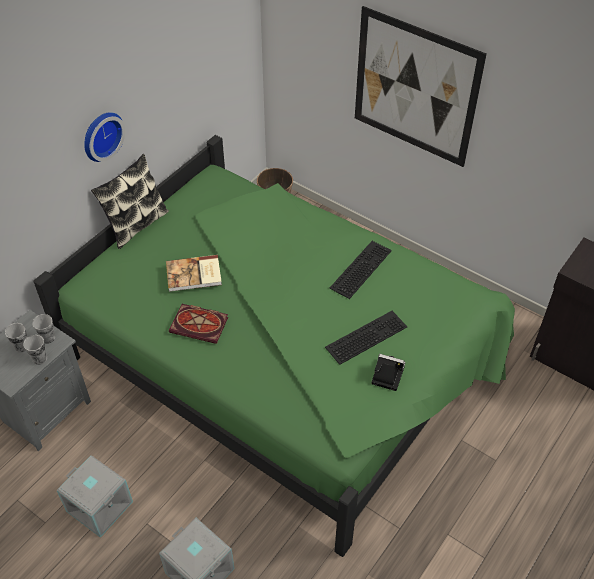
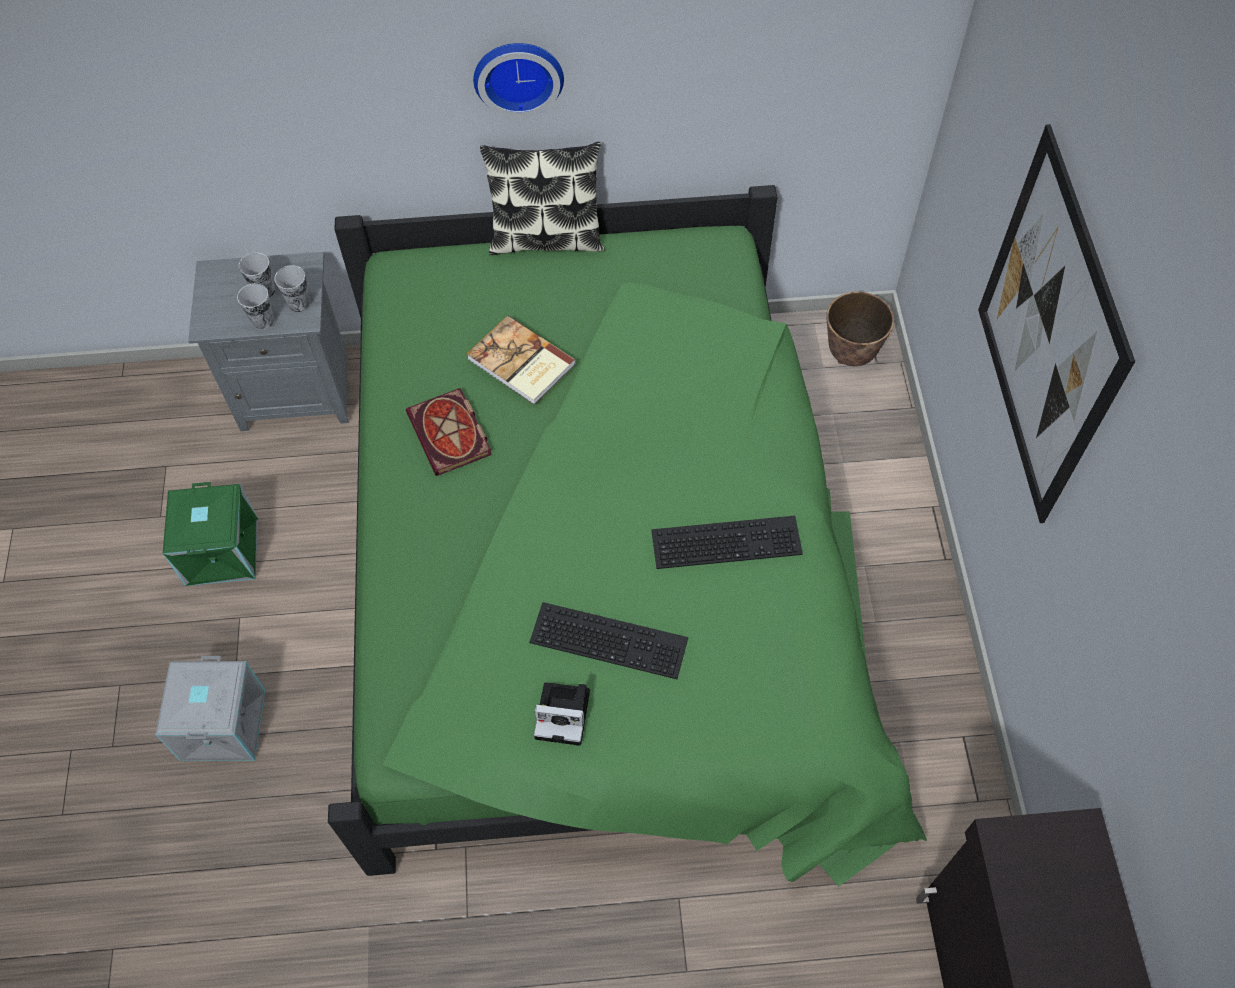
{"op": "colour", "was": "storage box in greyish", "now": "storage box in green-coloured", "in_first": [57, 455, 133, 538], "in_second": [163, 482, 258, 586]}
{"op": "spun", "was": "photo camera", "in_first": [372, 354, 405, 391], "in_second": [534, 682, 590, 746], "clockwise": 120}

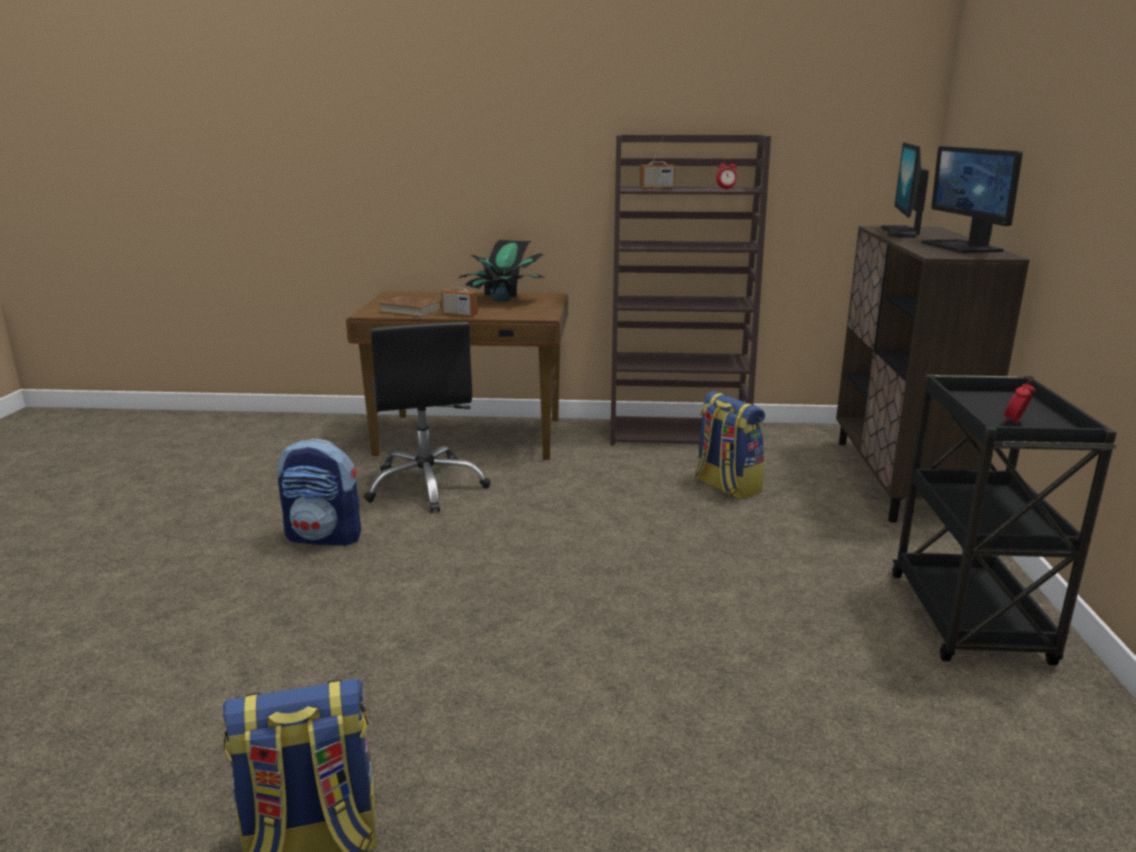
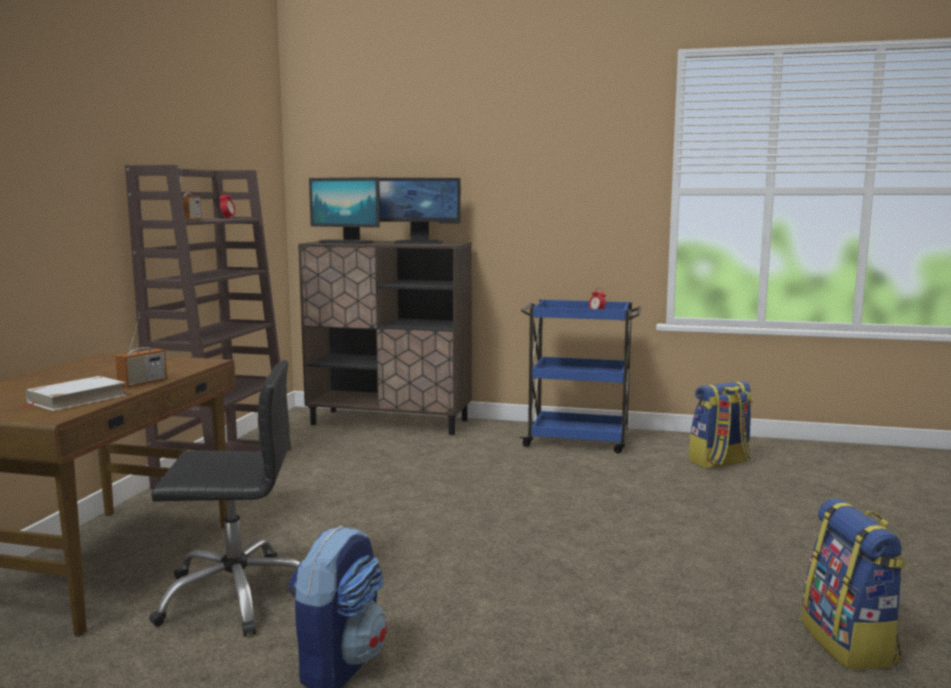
{"op": "colour", "was": "bound book in brownish", "now": "bound book in white-coloured", "in_first": [379, 296, 441, 317], "in_second": [19, 376, 126, 411]}
{"op": "colour", "was": "cart in black", "now": "cart in blue-coloured", "in_first": [892, 374, 1117, 665], "in_second": [519, 299, 641, 454]}
{"op": "relocated", "was": "backpack", "in_first": [695, 391, 765, 500], "in_second": [689, 381, 753, 469]}
{"op": "missing", "was": "houseplant", "in_first": [459, 240, 544, 302]}

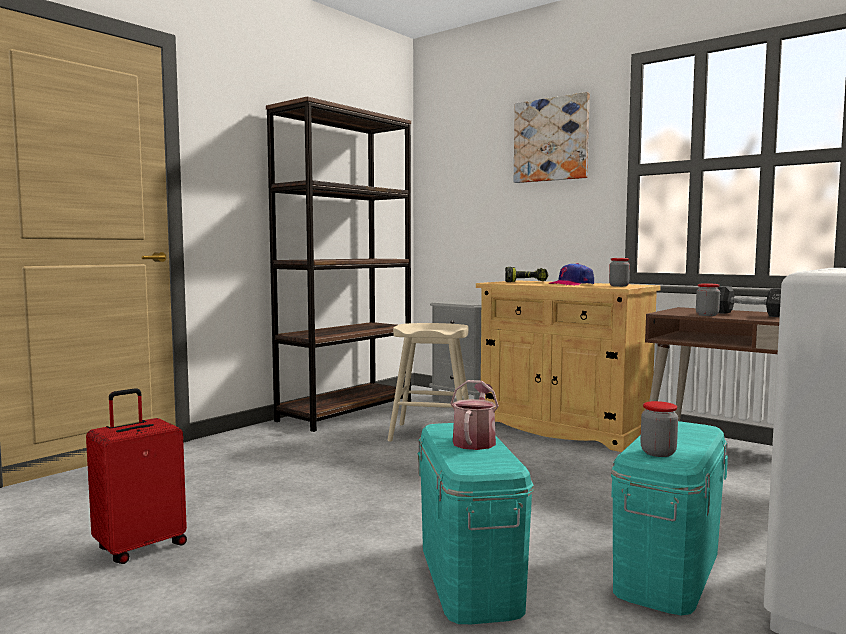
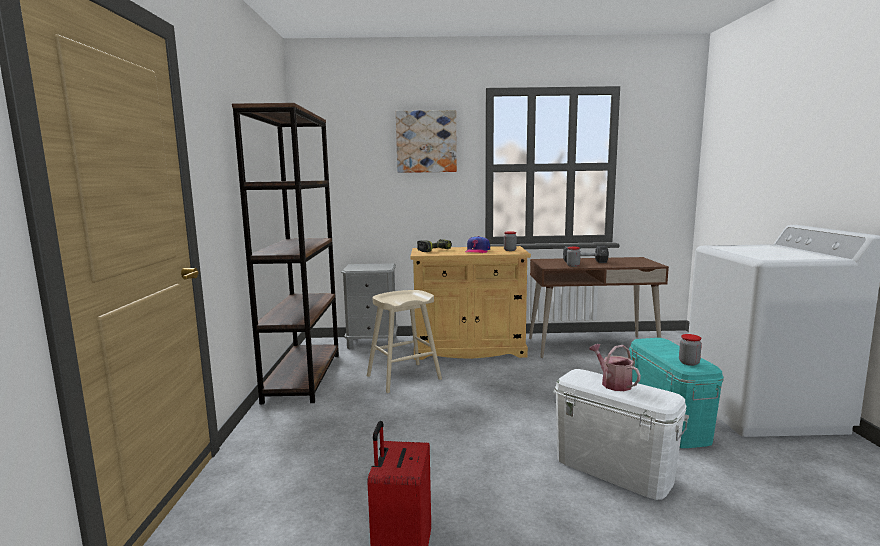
{"op": "colour", "was": "storage box in turquoise", "now": "storage box in white-coloured", "in_first": [417, 423, 534, 624], "in_second": [553, 369, 689, 500]}

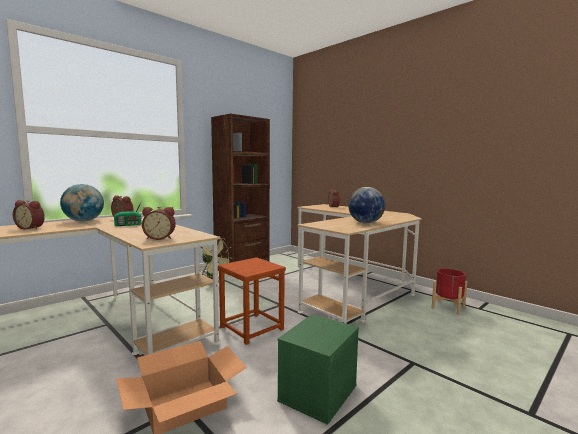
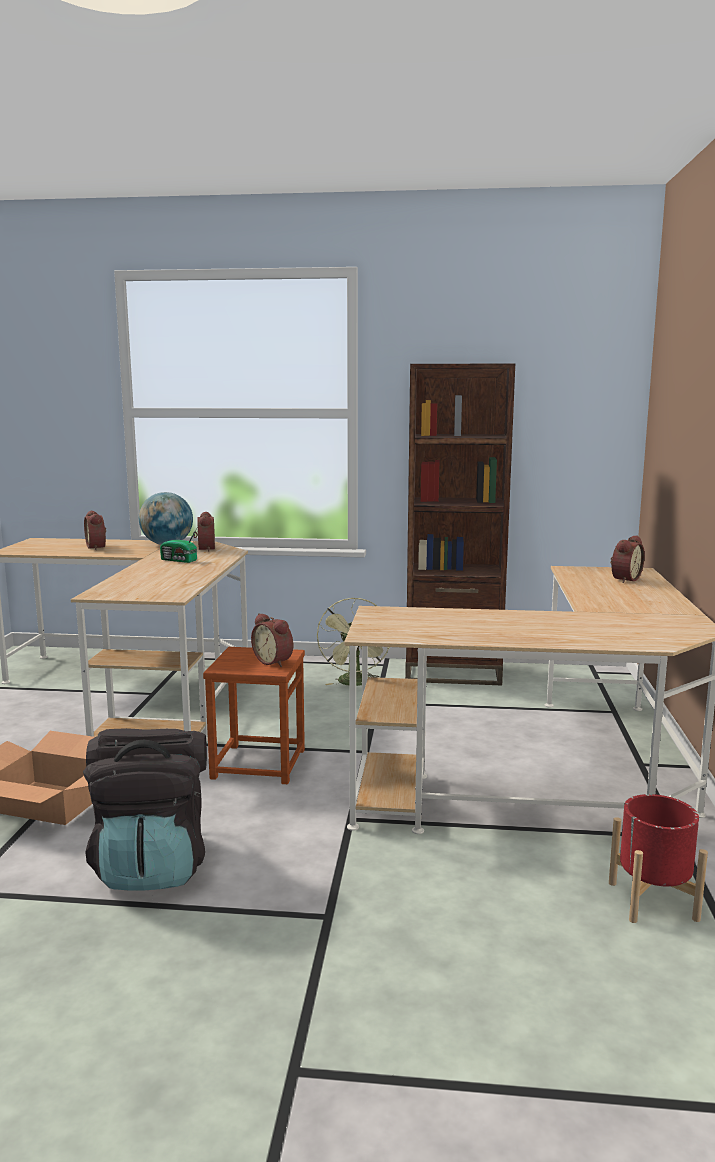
{"op": "exchanged", "was": "storage box in green-coloured", "now": "backpack in black", "in_first": [277, 314, 359, 425], "in_second": [83, 728, 207, 891]}
{"op": "relocated", "was": "table clock", "in_first": [142, 207, 176, 240], "in_second": [251, 613, 293, 667]}
{"op": "missing", "was": "world globe", "in_first": [348, 187, 385, 223]}

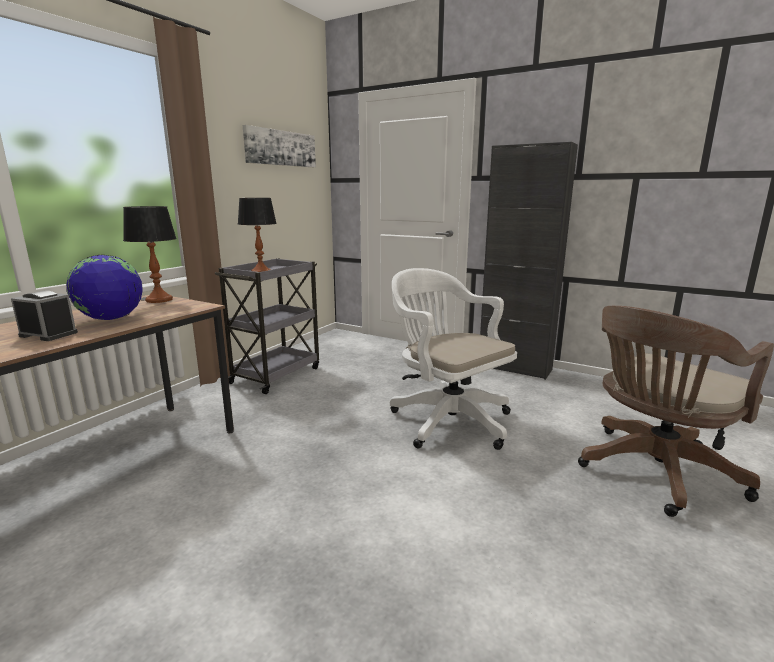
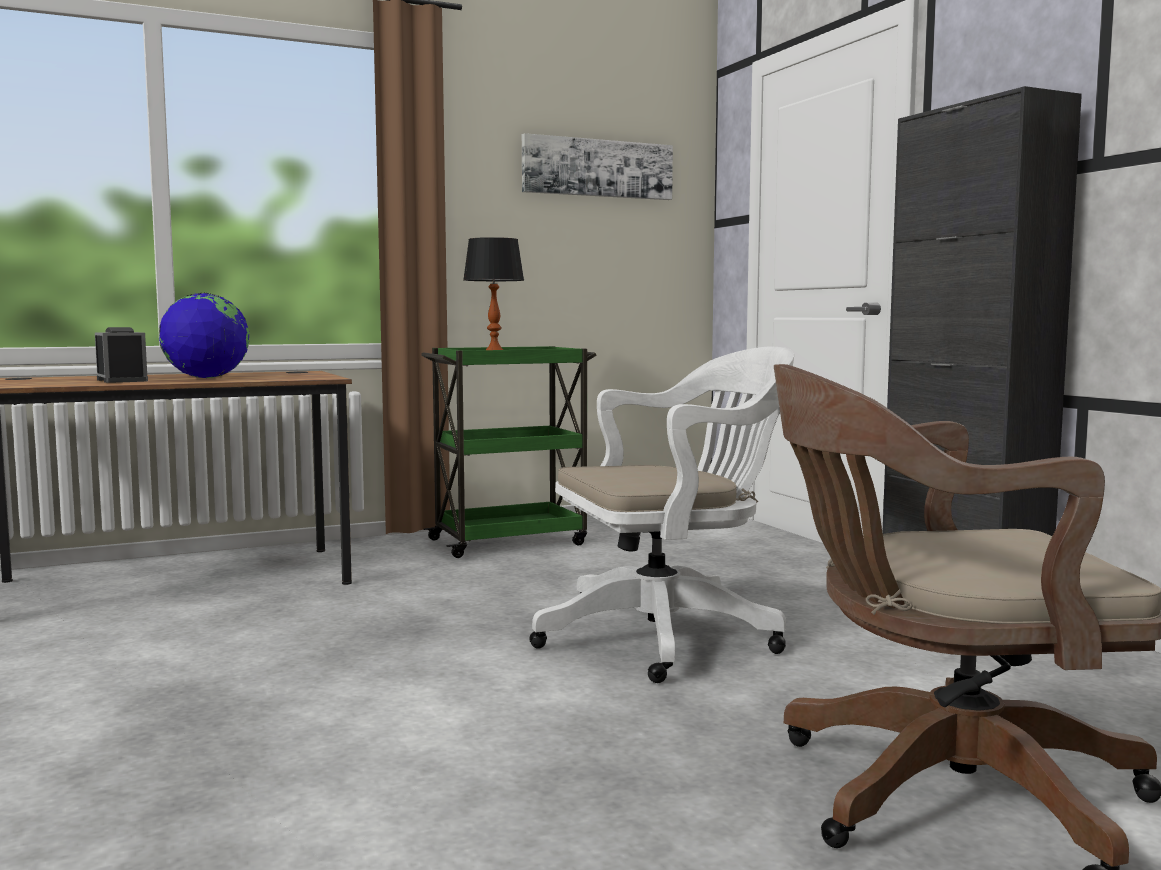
{"op": "colour", "was": "cart in greyish", "now": "cart in green-coloured", "in_first": [215, 258, 319, 394], "in_second": [421, 346, 597, 558]}
{"op": "spun", "was": "office chair in white-coloured", "in_first": [390, 268, 517, 450], "in_second": [529, 347, 794, 683], "clockwise": 75}
{"op": "missing", "was": "lamp for a table", "in_first": [123, 206, 177, 303]}

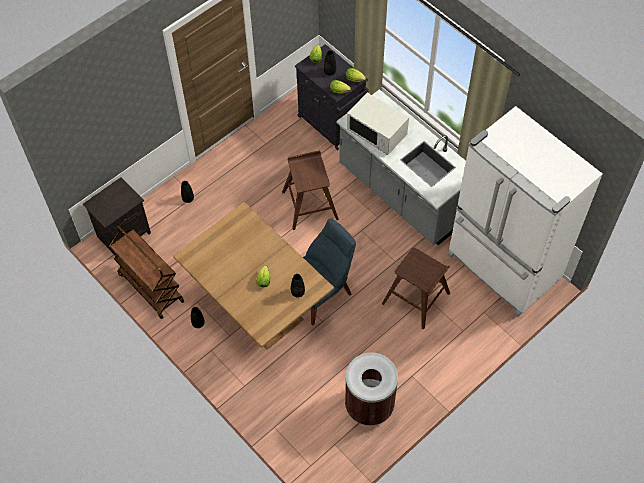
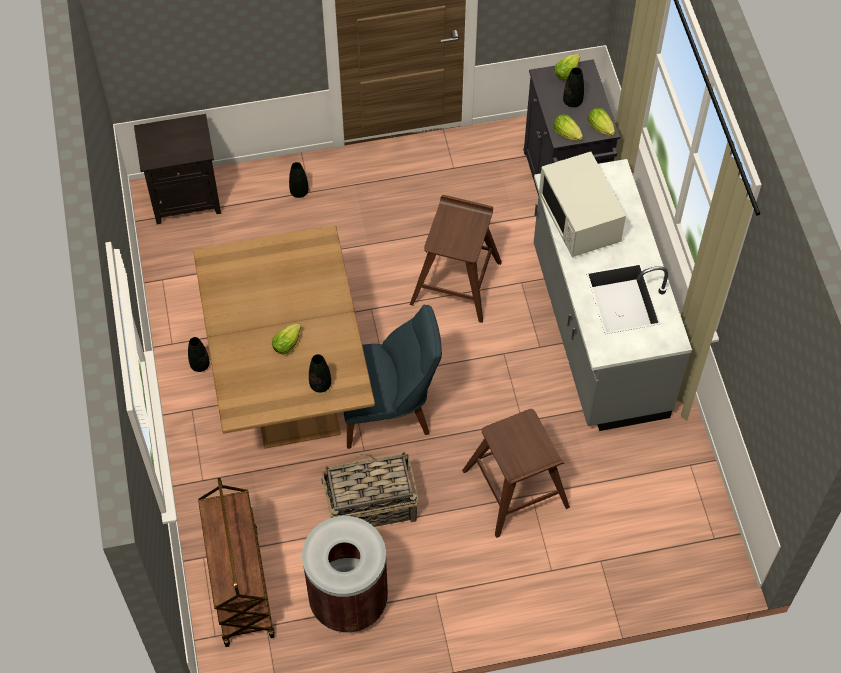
{"op": "relocated", "was": "cart in brownish", "in_first": [109, 225, 184, 319], "in_second": [198, 478, 275, 647]}
{"op": "appeared", "now": "basket", "in_second": [322, 452, 418, 527]}
{"op": "missing", "was": "kitchen fridge in white-coloured", "in_first": [448, 106, 603, 317]}

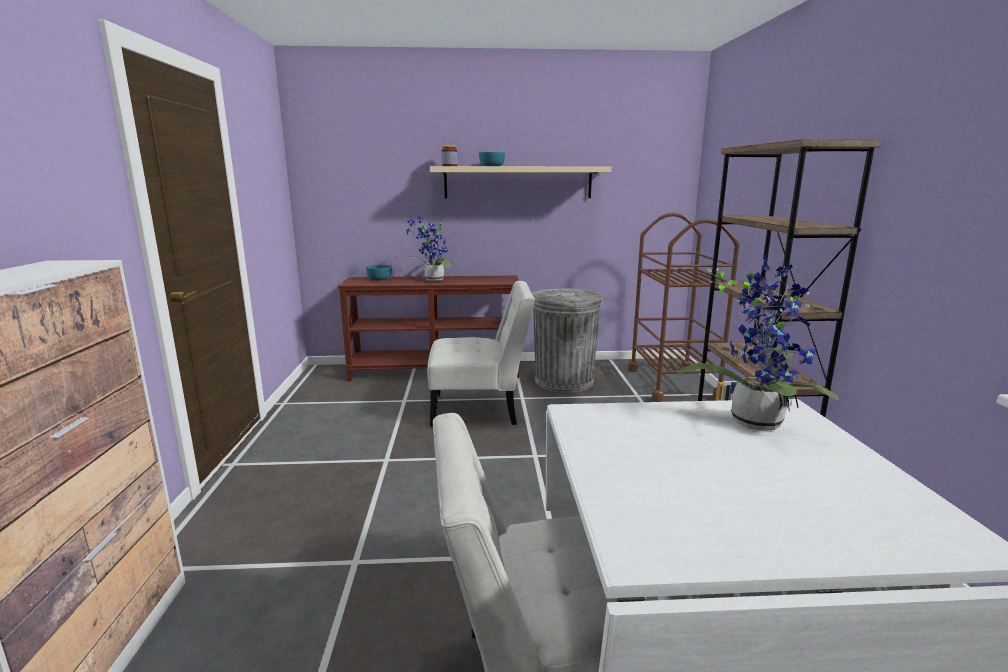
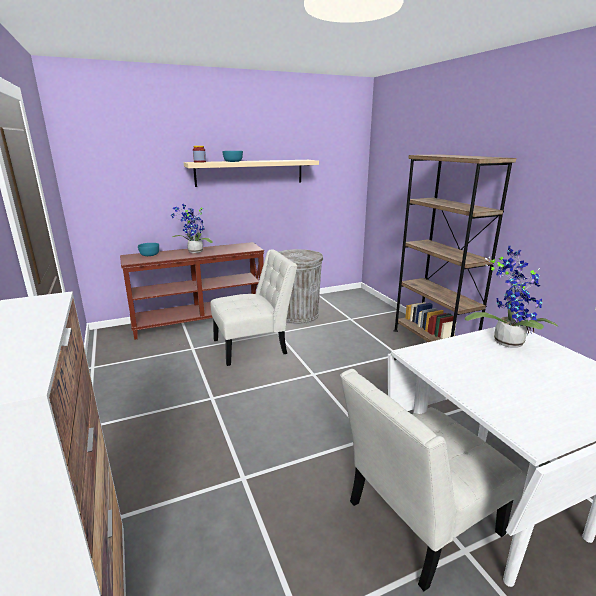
{"op": "missing", "was": "cart in brownish", "in_first": [628, 213, 740, 402]}

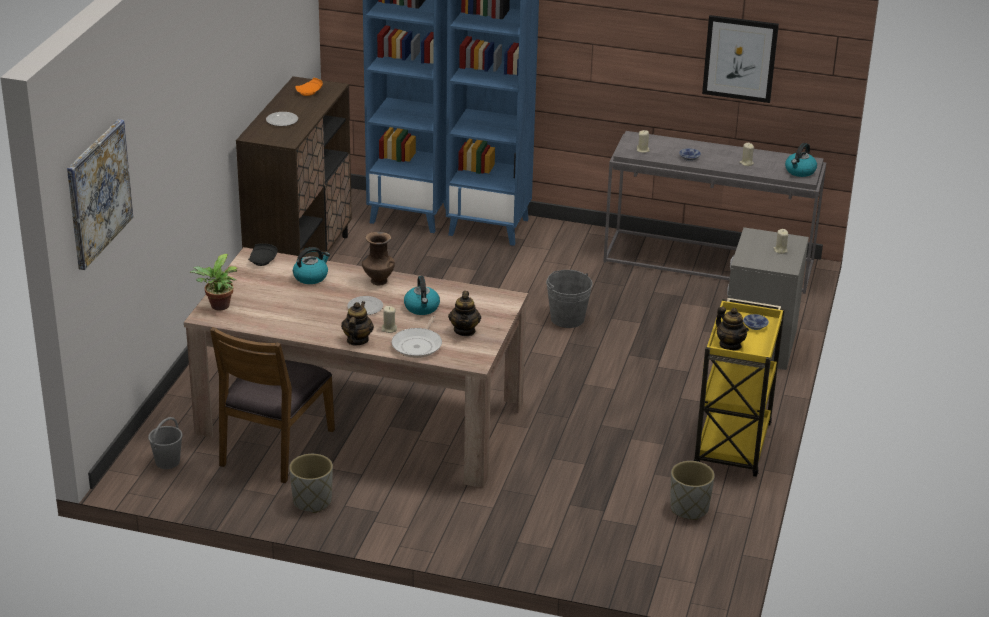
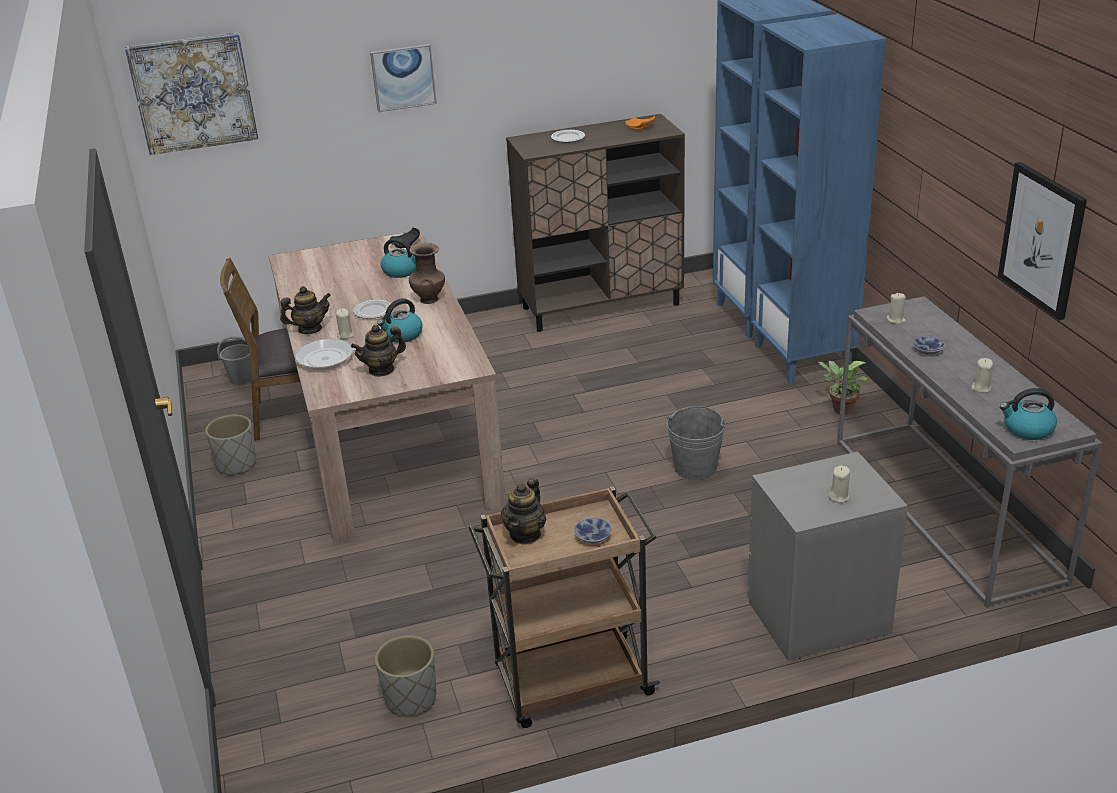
{"op": "appeared", "now": "picture", "in_second": [370, 44, 437, 112]}
{"op": "colour", "was": "cart in yellow", "now": "cart in brownish", "in_first": [694, 298, 785, 477], "in_second": [469, 486, 660, 728]}
{"op": "relocated", "was": "houseplant", "in_first": [189, 254, 238, 311], "in_second": [817, 361, 869, 415]}

